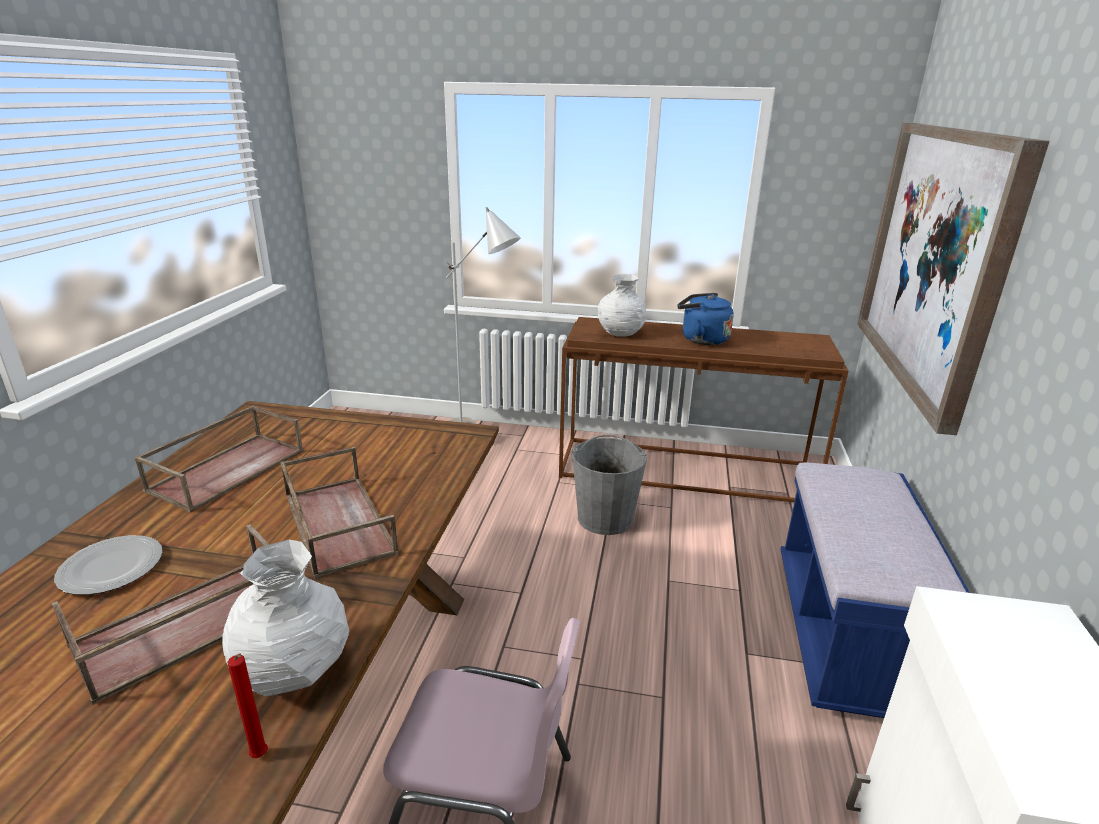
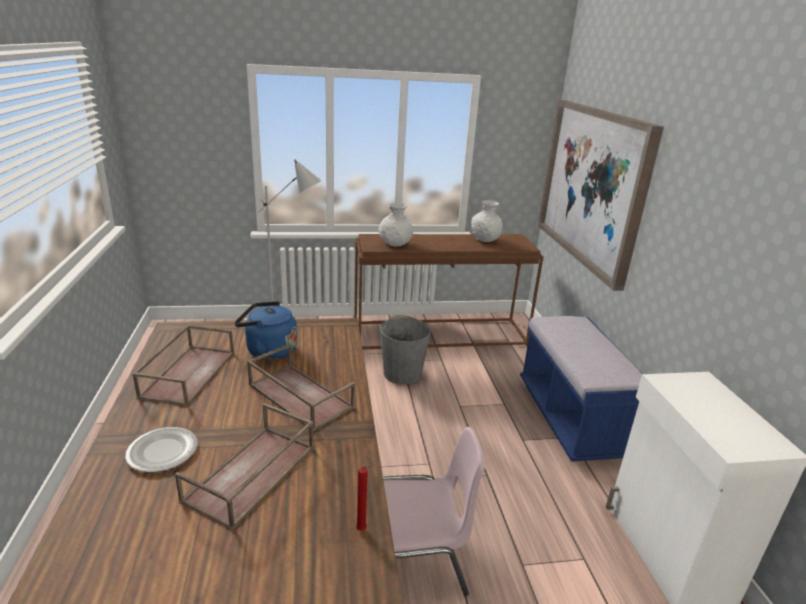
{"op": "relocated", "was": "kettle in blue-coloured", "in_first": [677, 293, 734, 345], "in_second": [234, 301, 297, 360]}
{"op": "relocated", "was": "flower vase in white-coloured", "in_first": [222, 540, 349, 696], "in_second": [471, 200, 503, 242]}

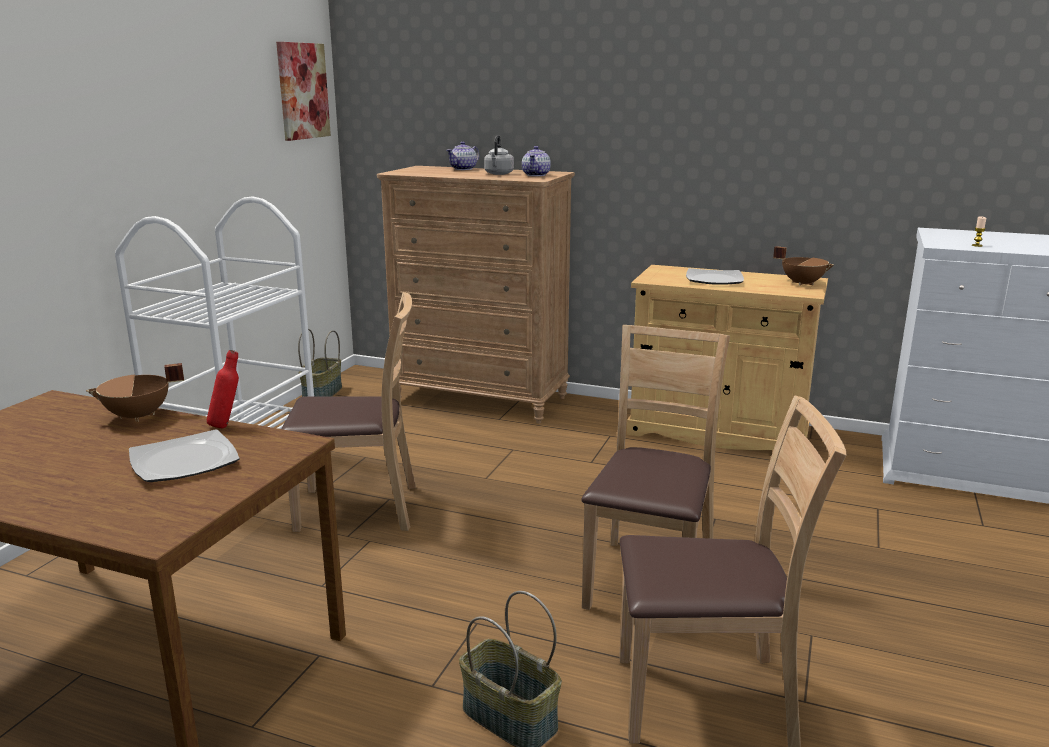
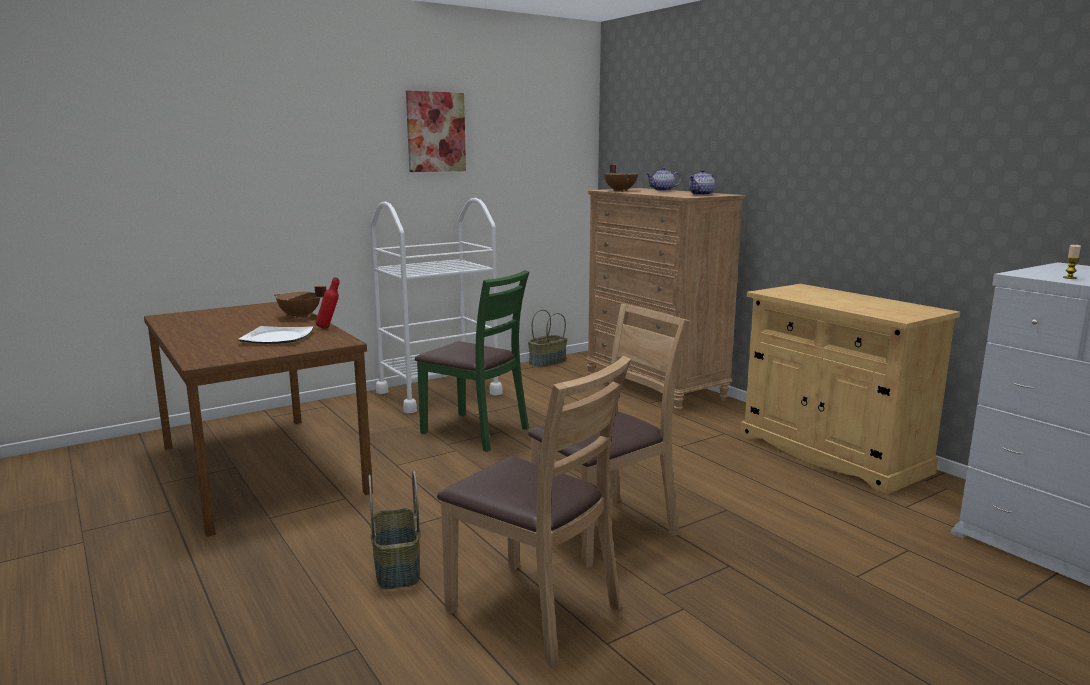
{"op": "relocated", "was": "picture", "in_first": [276, 42, 331, 141], "in_second": [406, 90, 466, 172]}
{"op": "colour", "was": "chair in brownish", "now": "chair in green-coloured", "in_first": [281, 292, 416, 532], "in_second": [415, 270, 529, 452]}
{"op": "relocated", "was": "stockpot in brownish", "in_first": [773, 246, 834, 286], "in_second": [604, 164, 638, 192]}
{"op": "missing", "was": "kettle in greyish", "in_first": [484, 135, 514, 175]}
{"op": "missing", "was": "flat dish", "in_first": [686, 268, 744, 285]}

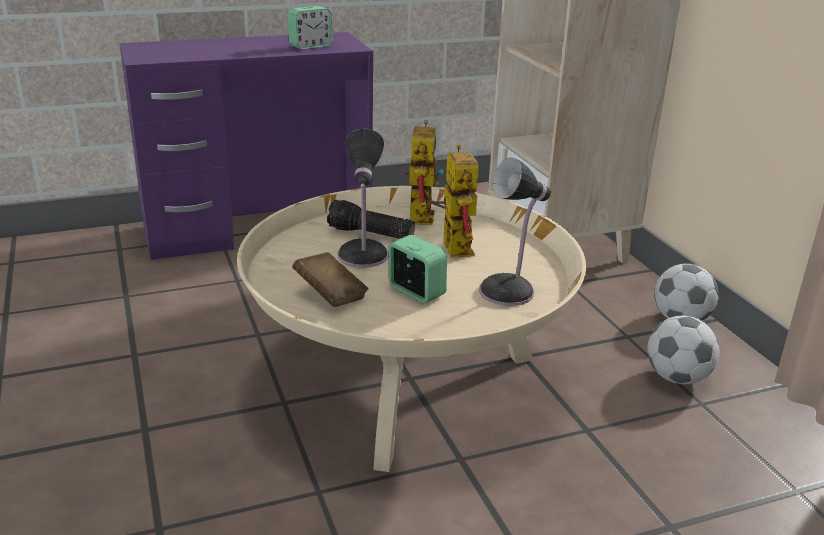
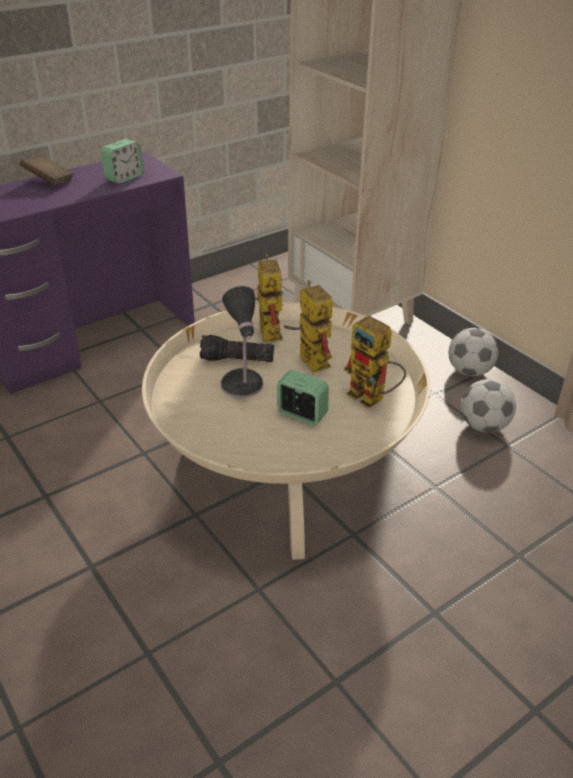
{"op": "relocated", "was": "bound book in brownish", "in_first": [292, 252, 369, 307], "in_second": [20, 155, 74, 185]}
{"op": "exchanged", "was": "lamp for a table", "now": "toy robot", "in_first": [479, 157, 551, 306], "in_second": [343, 316, 406, 409]}

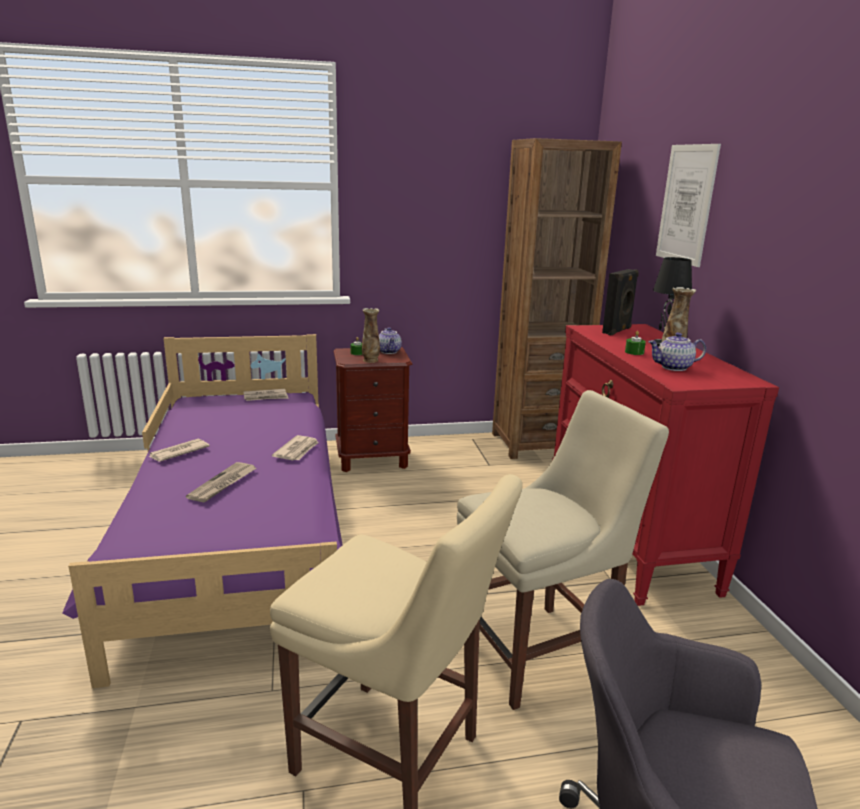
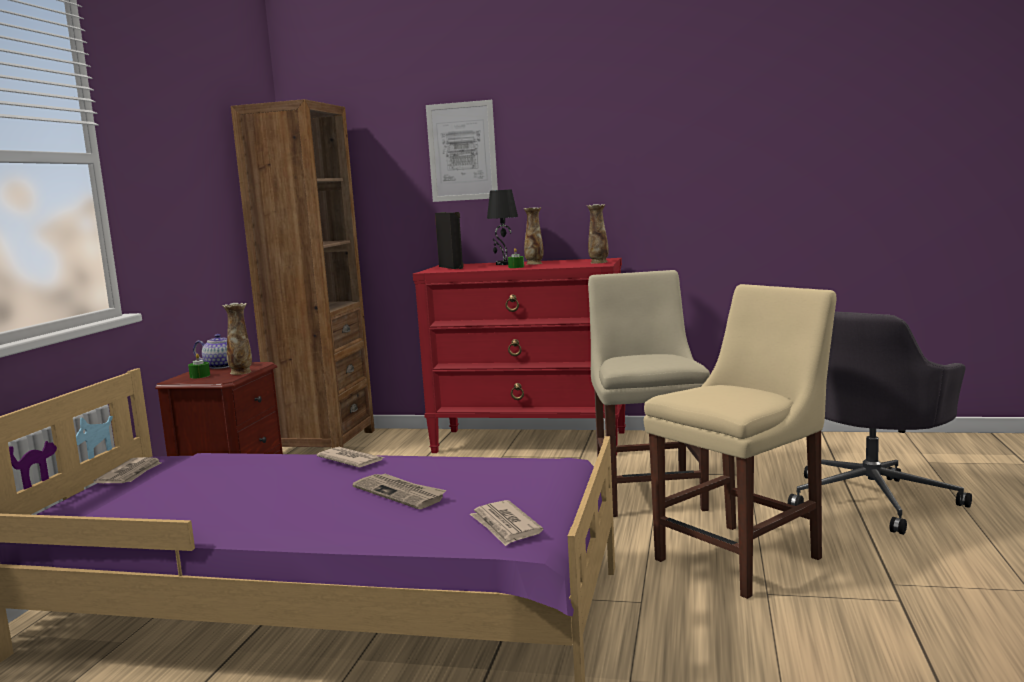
{"op": "relocated", "was": "printed paper", "in_first": [148, 439, 210, 462], "in_second": [470, 500, 543, 546]}
{"op": "appeared", "now": "flower vase", "in_second": [586, 204, 609, 264]}
{"op": "missing", "was": "pot for tea", "in_first": [648, 332, 706, 371]}

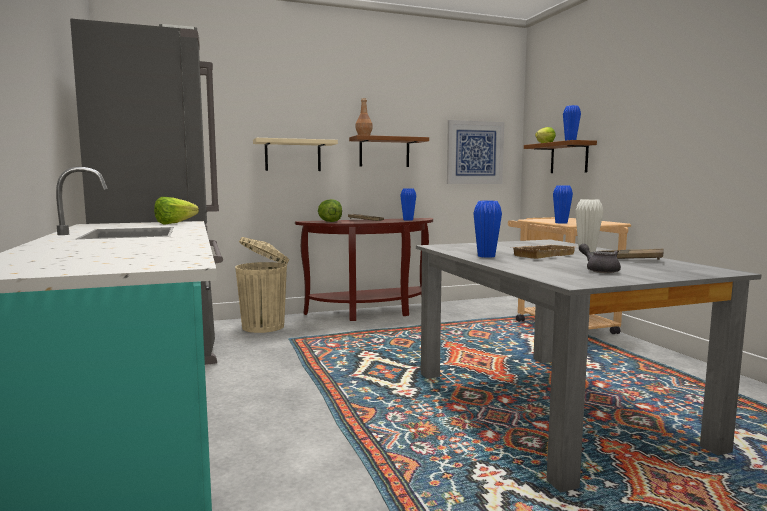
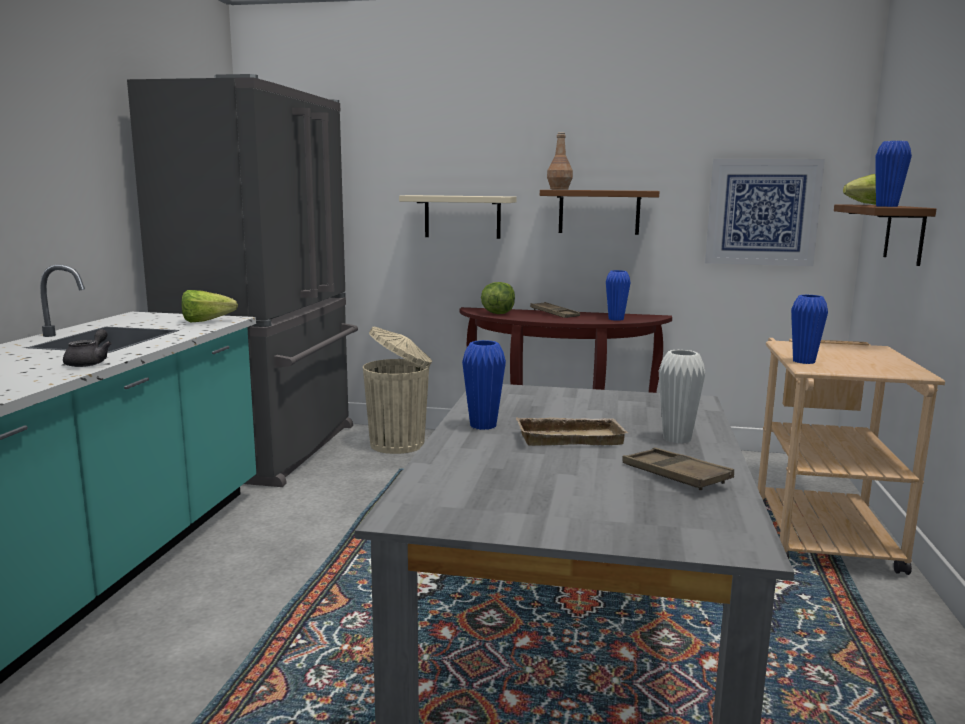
{"op": "relocated", "was": "pot for tea in greyish", "in_first": [579, 244, 621, 273], "in_second": [63, 329, 112, 367]}

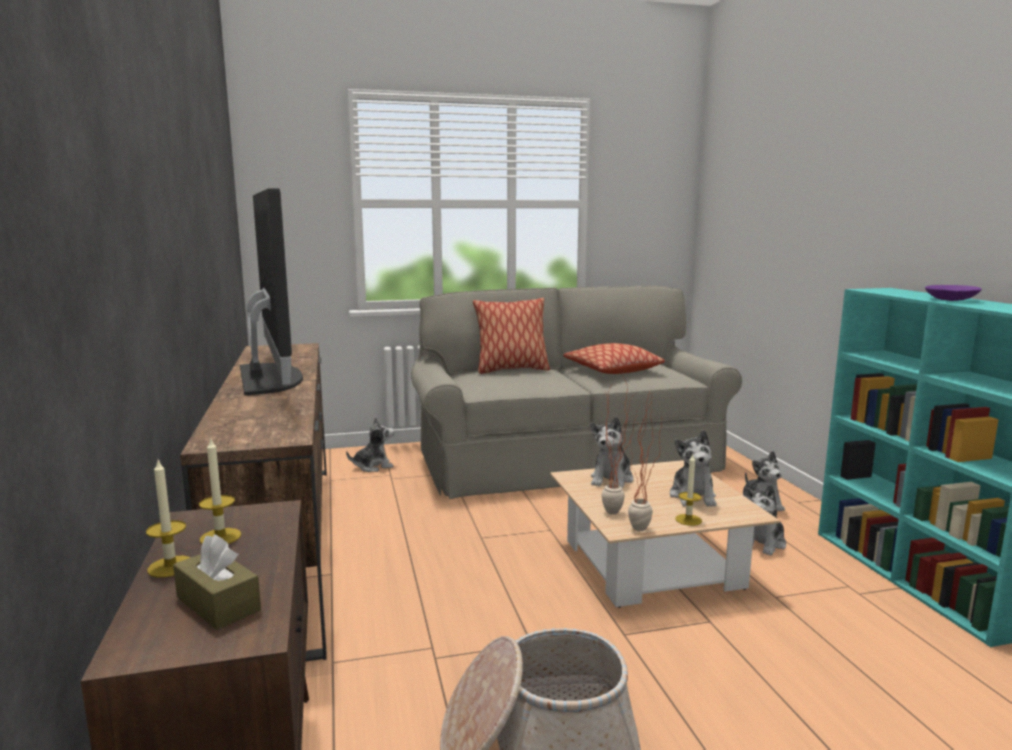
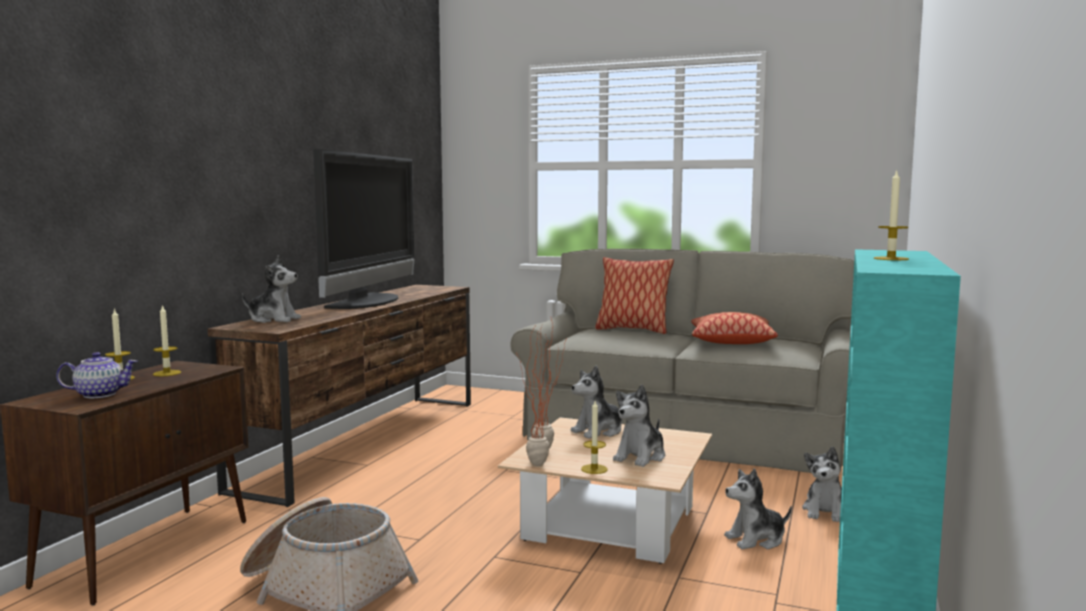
{"op": "exchanged", "was": "tissue holder in brownish", "now": "pot for tea", "in_first": [173, 534, 261, 630], "in_second": [56, 352, 137, 398]}
{"op": "relocated", "was": "cuddly toy", "in_first": [346, 417, 395, 472], "in_second": [242, 255, 301, 323]}
{"op": "exchanged", "was": "bowl in purple", "now": "candle", "in_first": [925, 285, 982, 301], "in_second": [874, 169, 909, 260]}

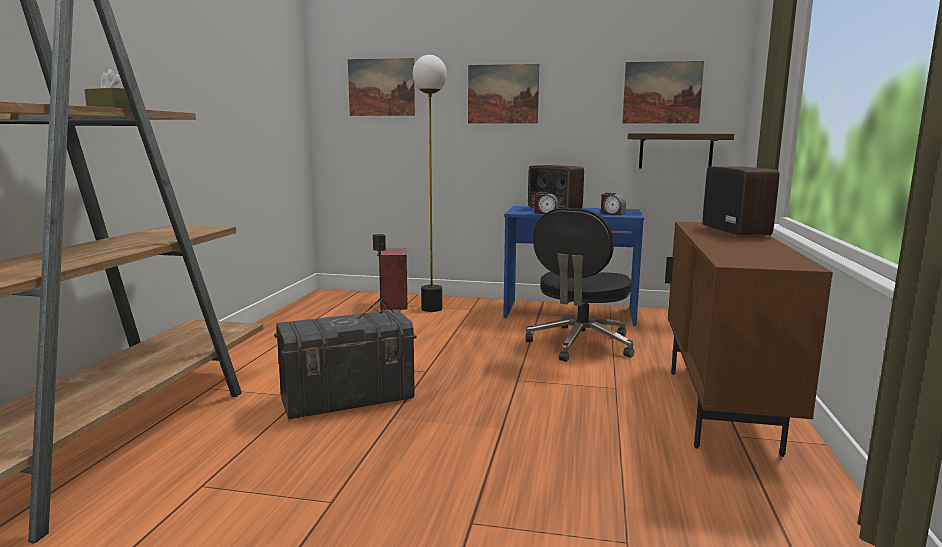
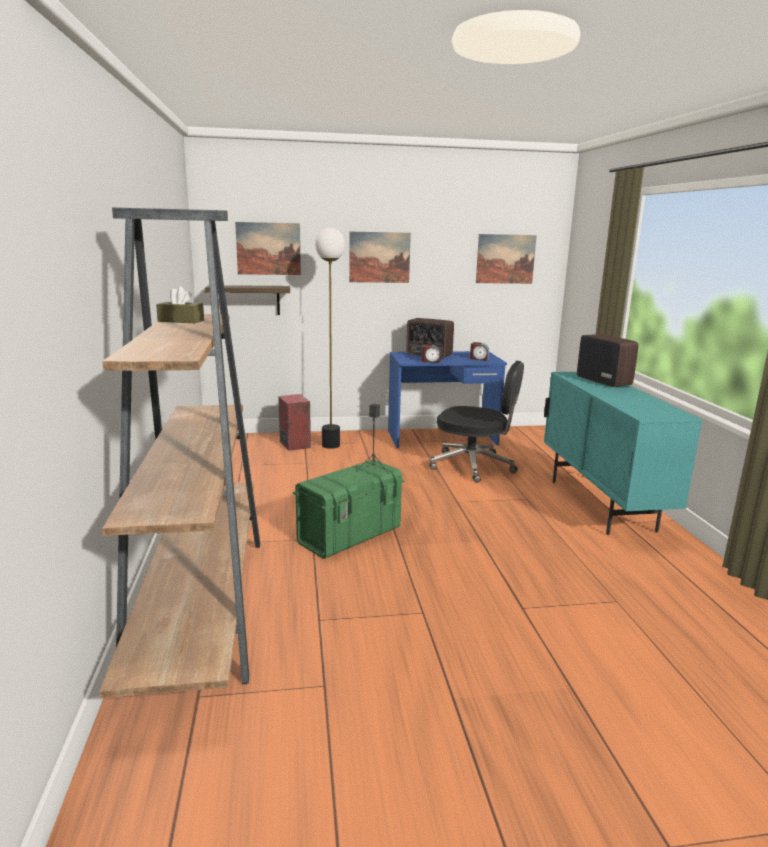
{"op": "relocated", "was": "wall shelf", "in_first": [627, 133, 734, 168], "in_second": [205, 285, 290, 315]}
{"op": "colour", "was": "storage box in greyish", "now": "storage box in green-coloured", "in_first": [274, 310, 417, 419], "in_second": [293, 460, 404, 559]}
{"op": "spun", "was": "office chair in black", "in_first": [525, 208, 634, 362], "in_second": [429, 361, 524, 483], "clockwise": -75}
{"op": "colour", "was": "cabinet in brownish", "now": "cabinet in turquoise", "in_first": [665, 222, 833, 457], "in_second": [544, 372, 702, 535]}

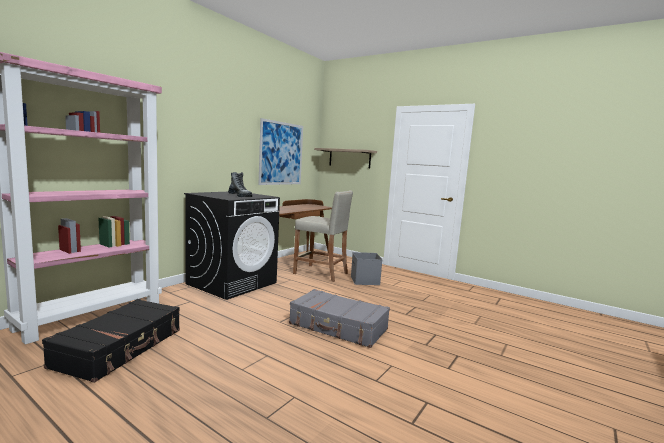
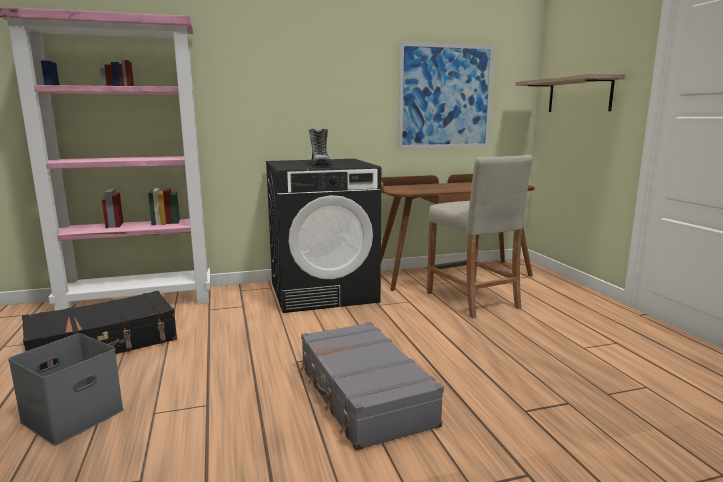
{"op": "relocated", "was": "storage box in greyish", "in_first": [351, 252, 383, 285], "in_second": [8, 333, 124, 445]}

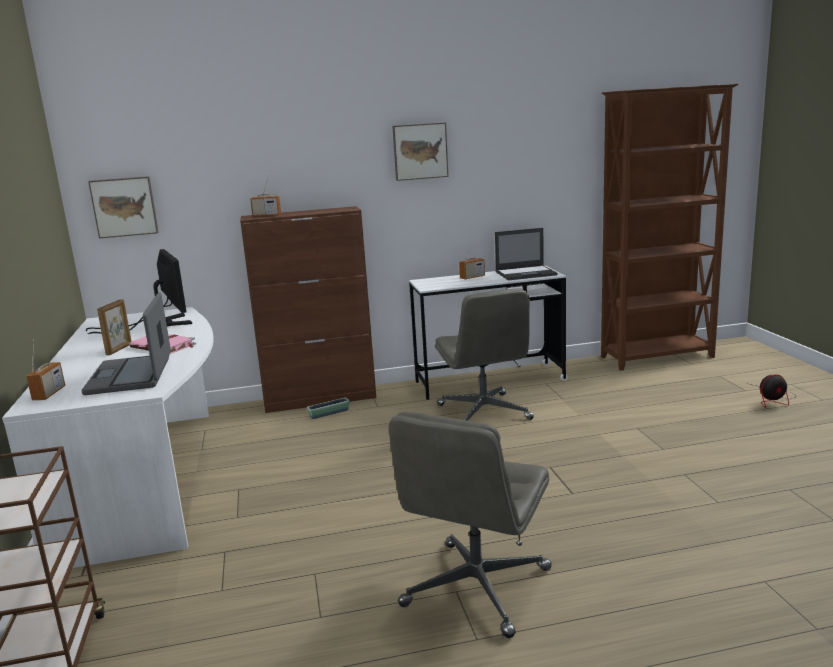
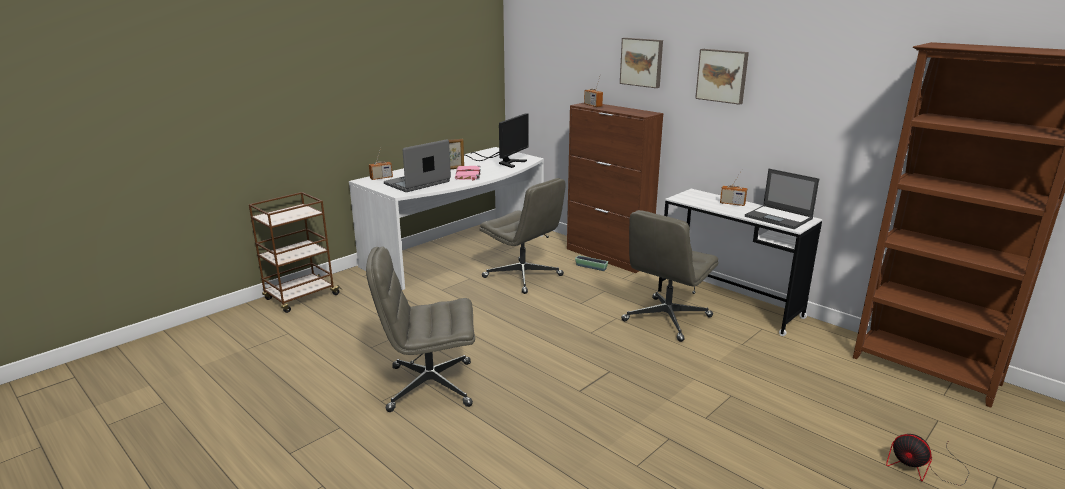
{"op": "appeared", "now": "office chair in greyish", "in_second": [480, 178, 566, 294]}
{"op": "relocated", "was": "picture", "in_first": [88, 176, 159, 238], "in_second": [620, 38, 663, 88]}

